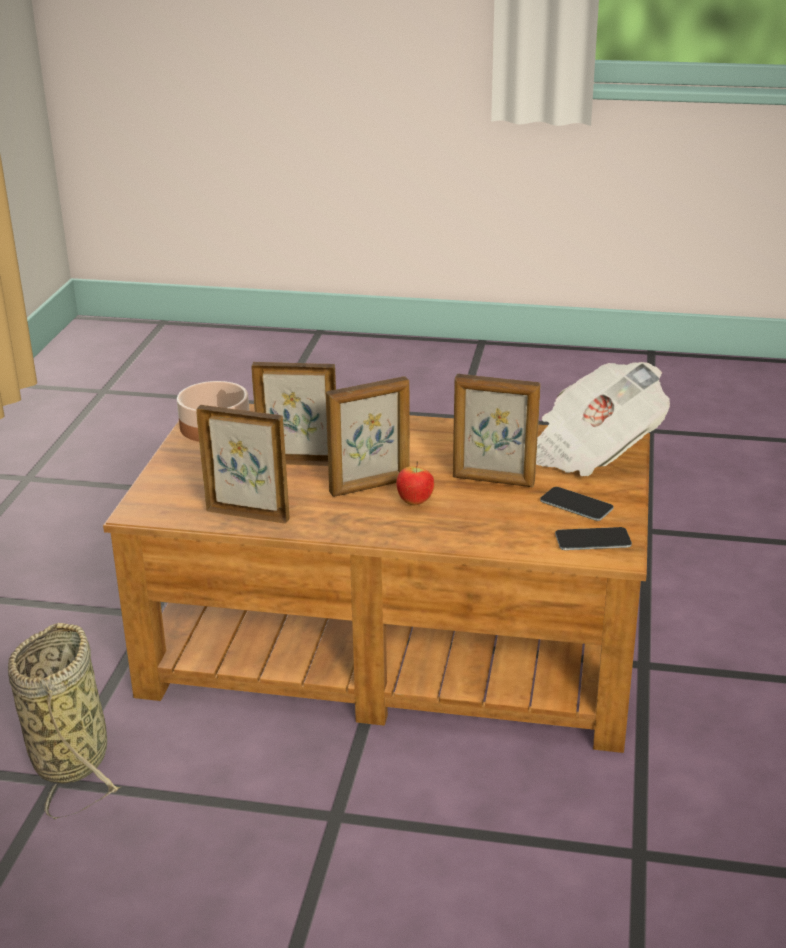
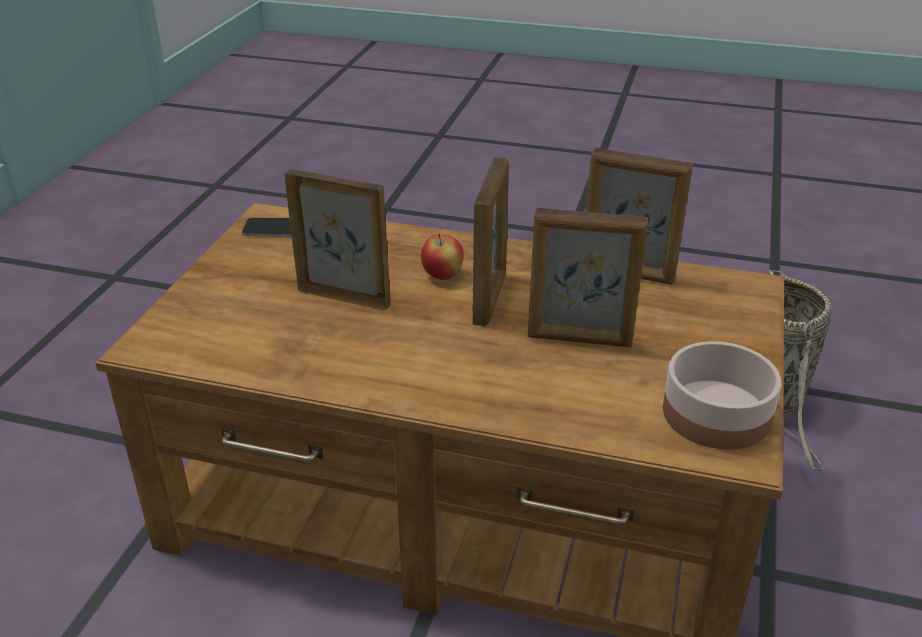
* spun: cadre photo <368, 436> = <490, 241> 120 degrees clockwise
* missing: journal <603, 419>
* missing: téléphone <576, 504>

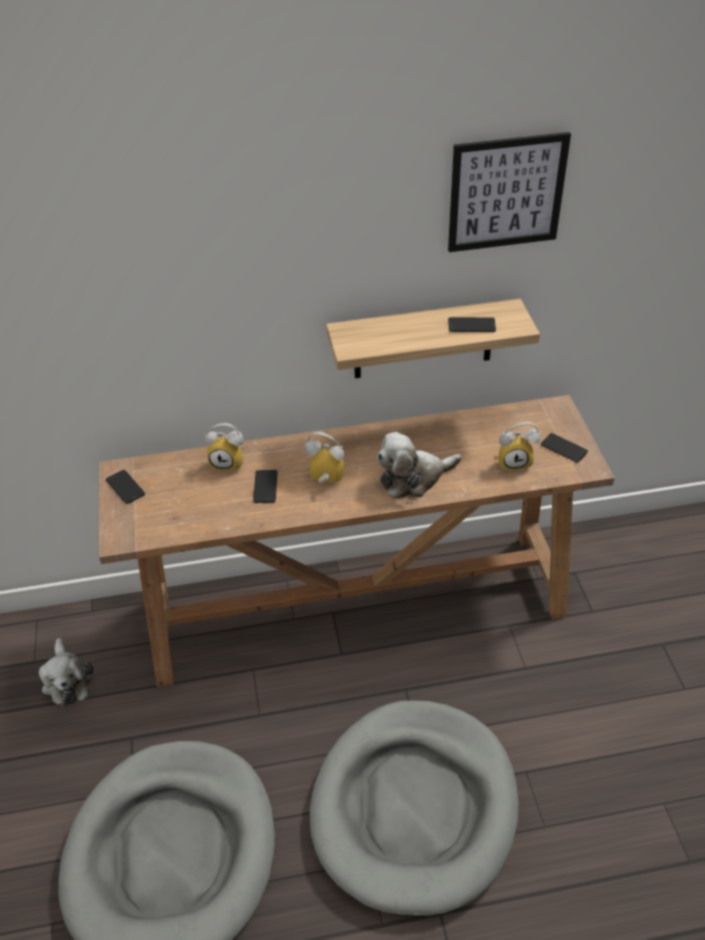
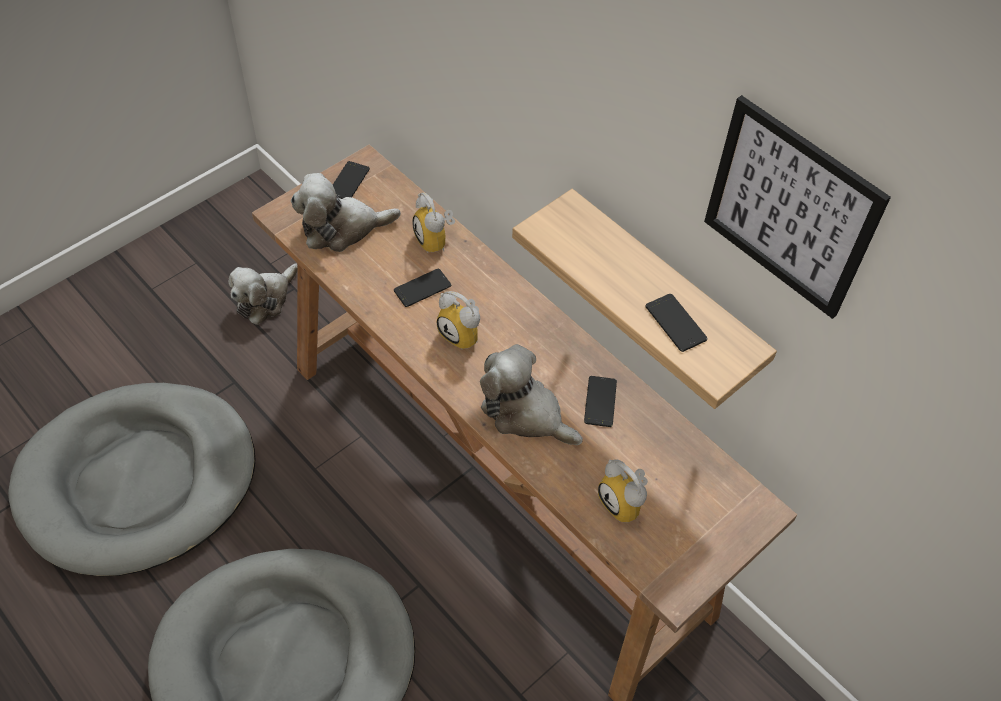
* appeared: peluche <346, 212>
* spun: réveil <324, 458> = <458, 320> 150 degrees clockwise
* relocated: téléphone <564, 448> to <600, 401>

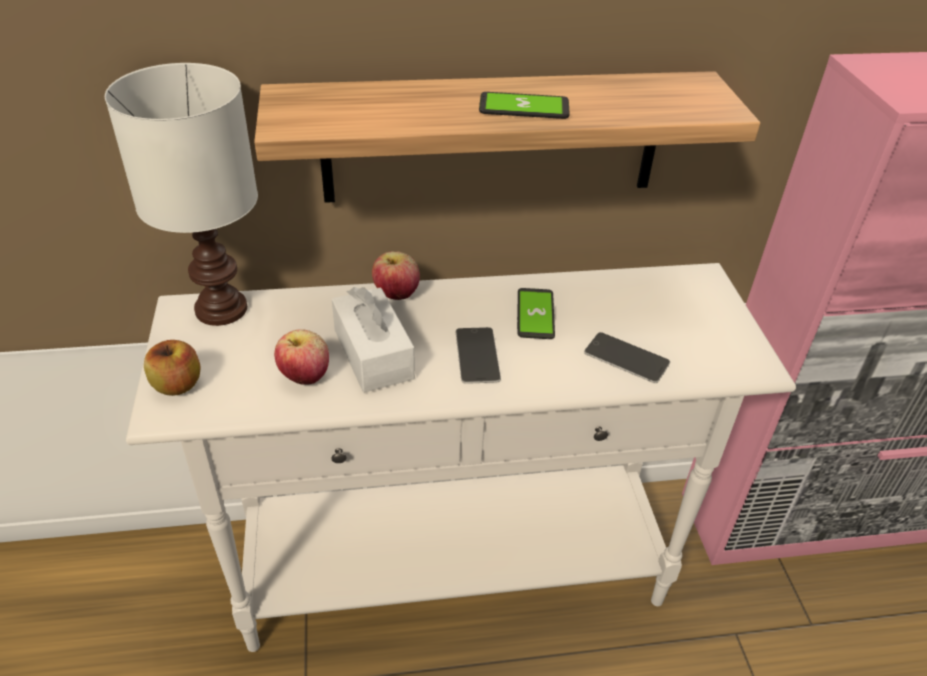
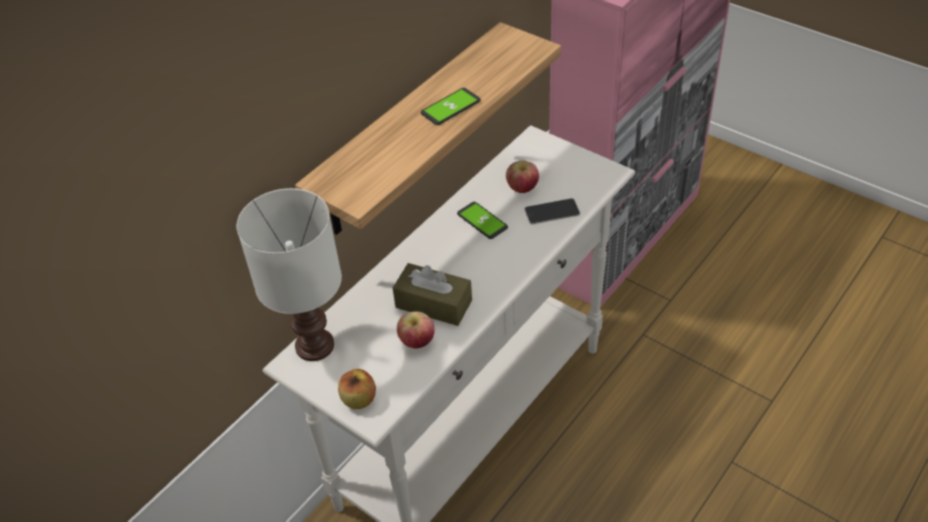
* colour: boîte à mouchoirs (blanc) <373, 340> to boîte à mouchoirs (marron) <432, 294>
* relocated: pomme <396, 275> to <522, 176>
* missing: téléphone <478, 355>

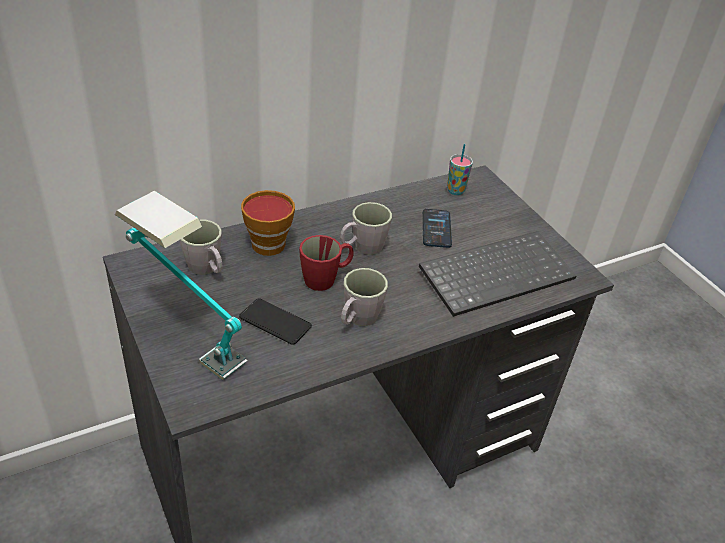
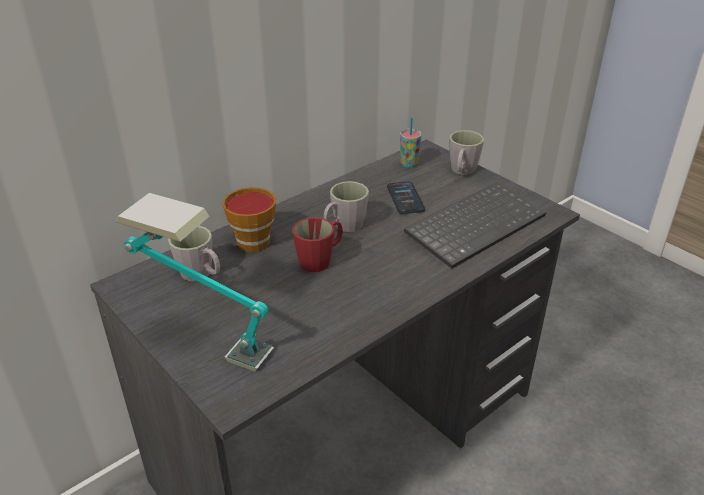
* relocated: mug (gris) <364, 297> to <467, 152>
* missing: téléphone <275, 321>

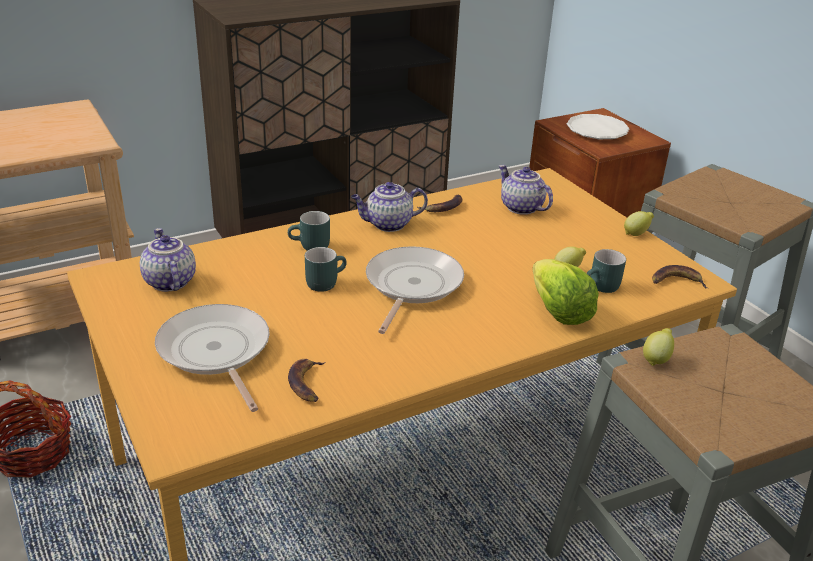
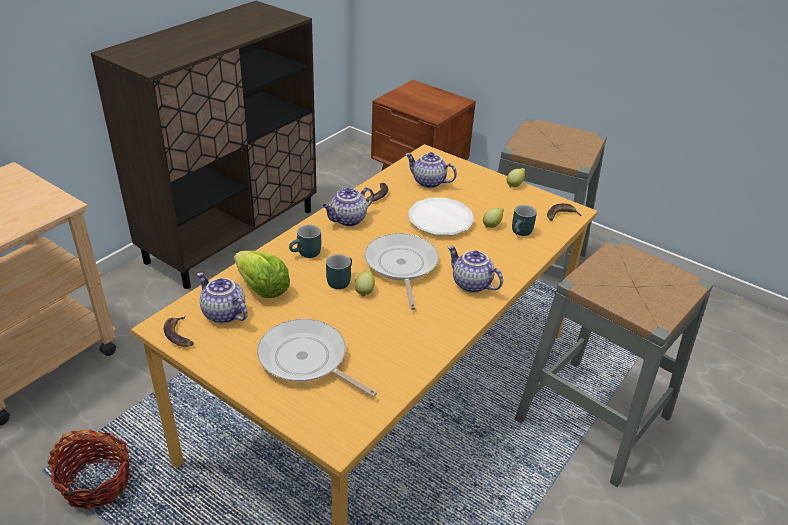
* relocated: banane <306, 380> to <179, 331>
* relocated: laitue <565, 292> to <262, 274>
* relocated: citron <658, 347> to <365, 282>
* relocated: assiette (blanc) <598, 126> to <441, 216>
* appeared: théière <475, 269>

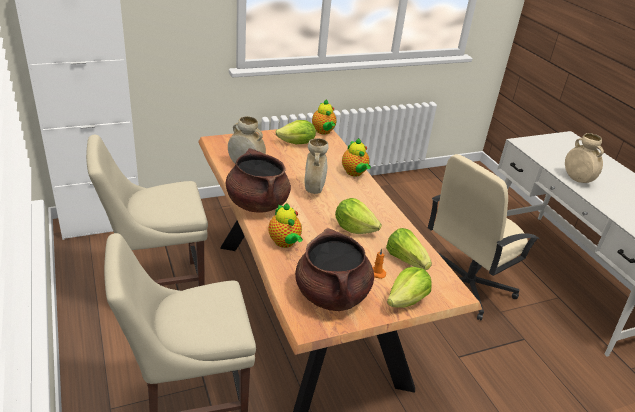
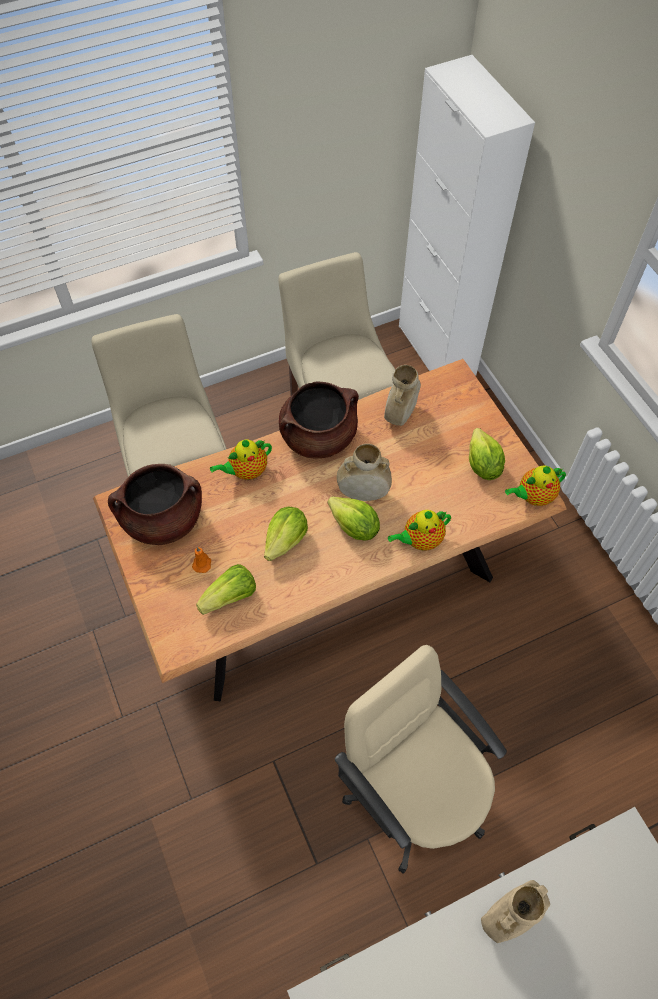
* relocated: laitue <409, 287> to <354, 518>

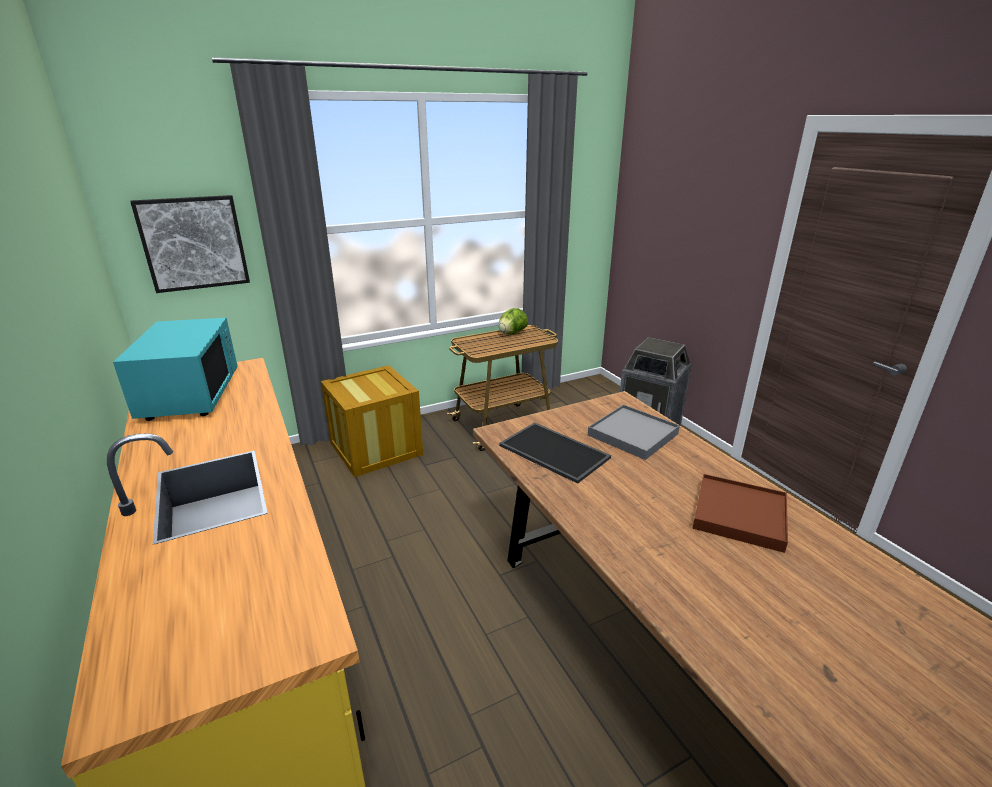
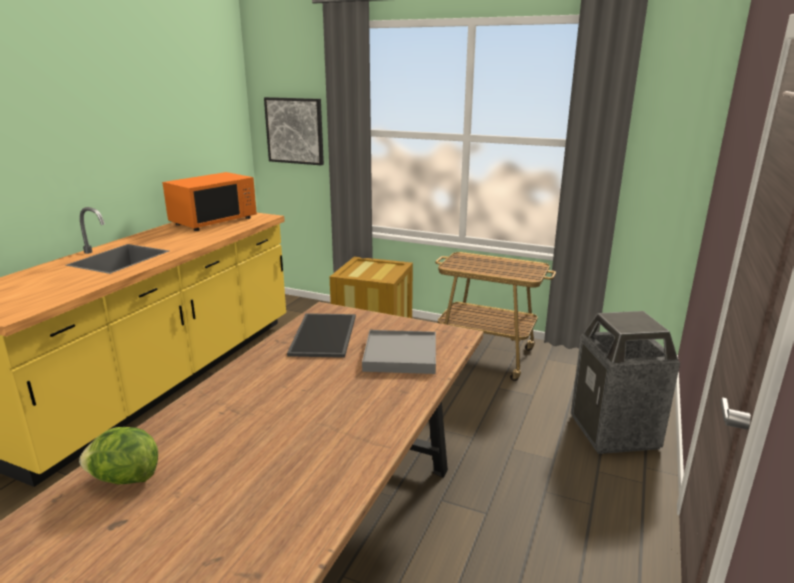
* relocated: laitue <513, 321> to <118, 455>
* colour: micro-ondes (turquoise) <175, 369> to micro-ondes (orange) <209, 201>
* missing: plateau (marron) <740, 513>

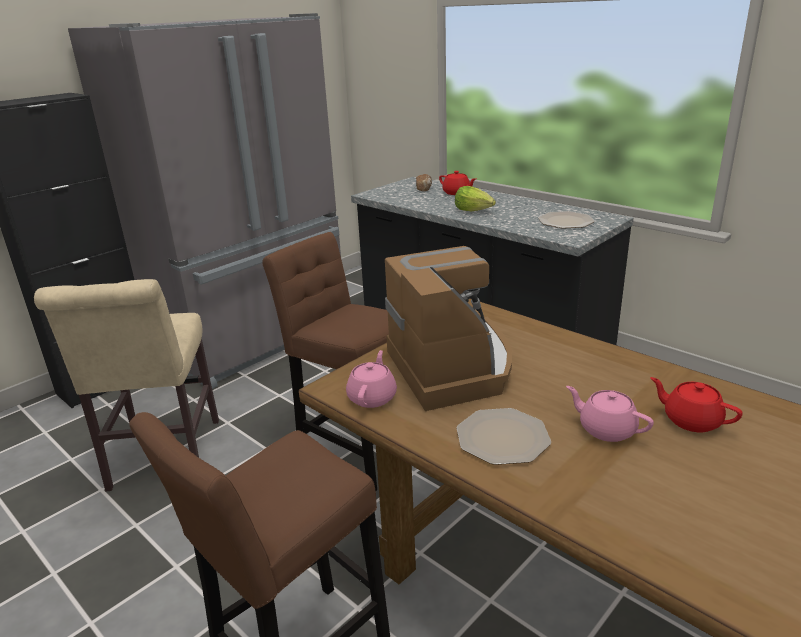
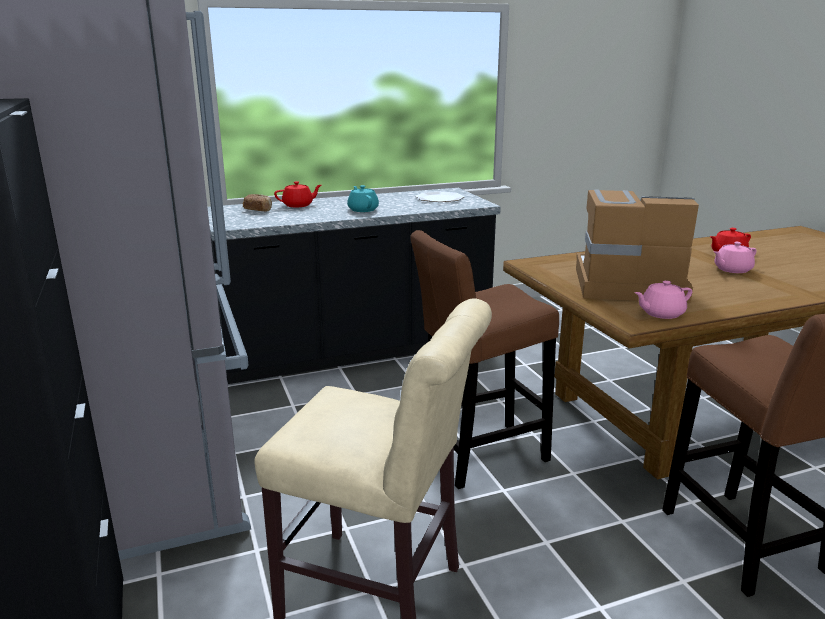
* exchanged: laitue <475, 198> to théière (turquoise) <363, 198>
* spun: théière (rose) <371, 379> = <663, 299> 60 degrees counterclockwise
* missing: assiette <503, 436>

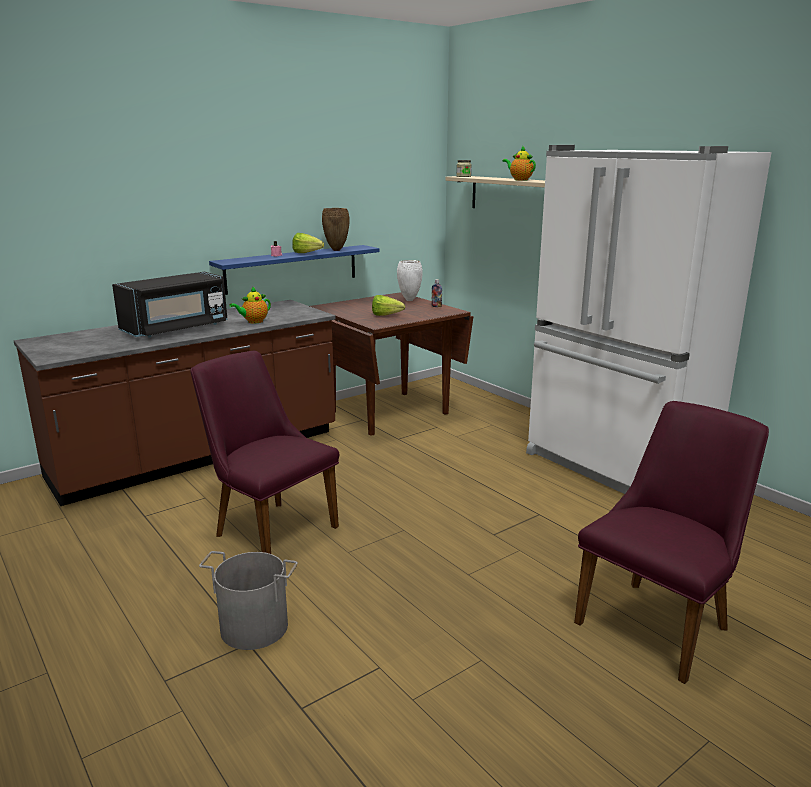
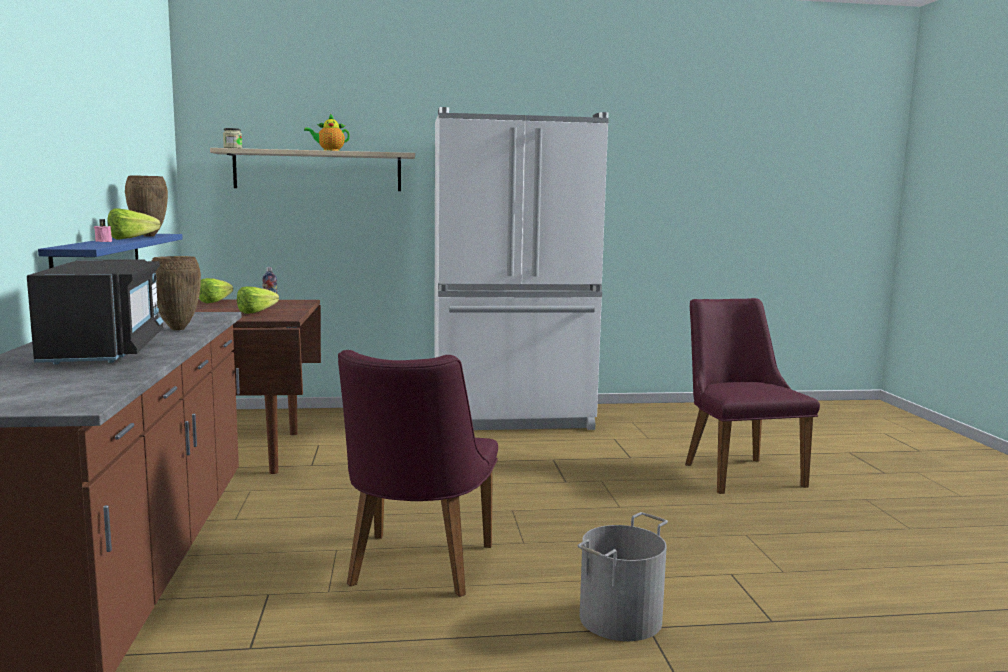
* exchanged: théière <250, 304> to vase (marron) <176, 293>
* exchanged: vase (blanc) <410, 280> to laitue <216, 291>
* spun: chaise (violet) <264, 452> = <418, 473> 60 degrees counterclockwise

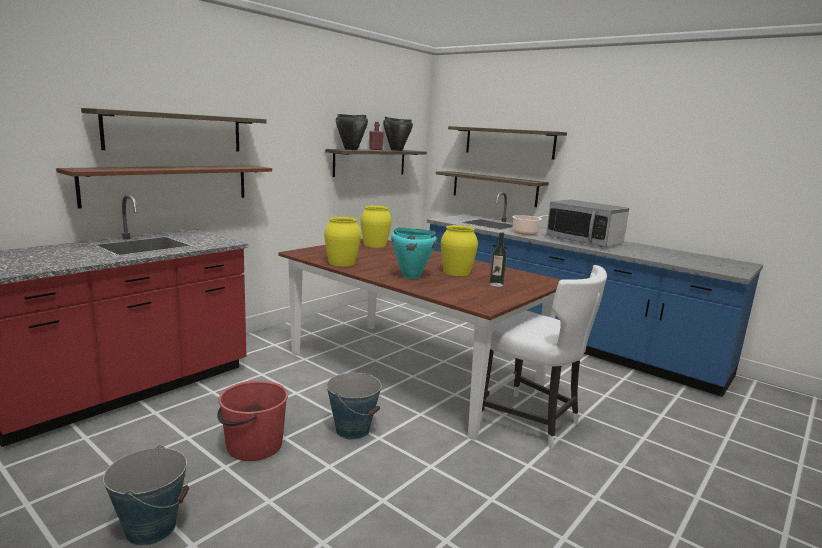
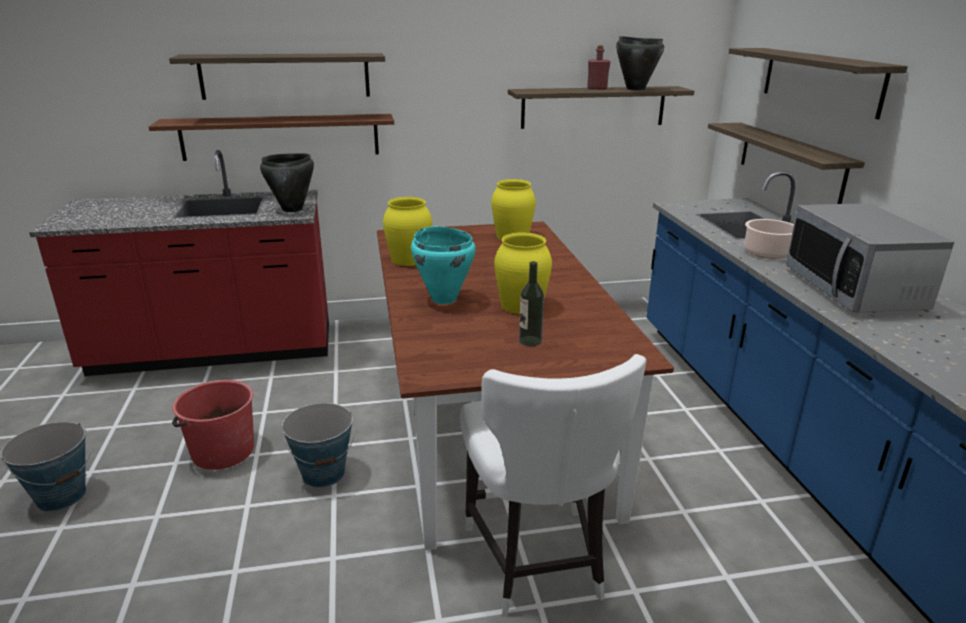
* relocated: marmite (noir) <352, 132> to <287, 182>

